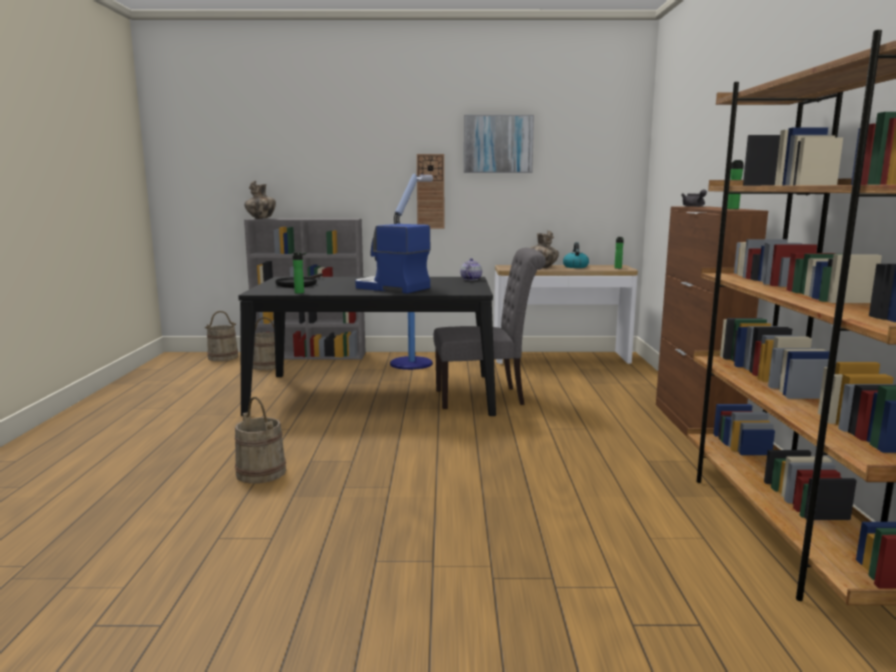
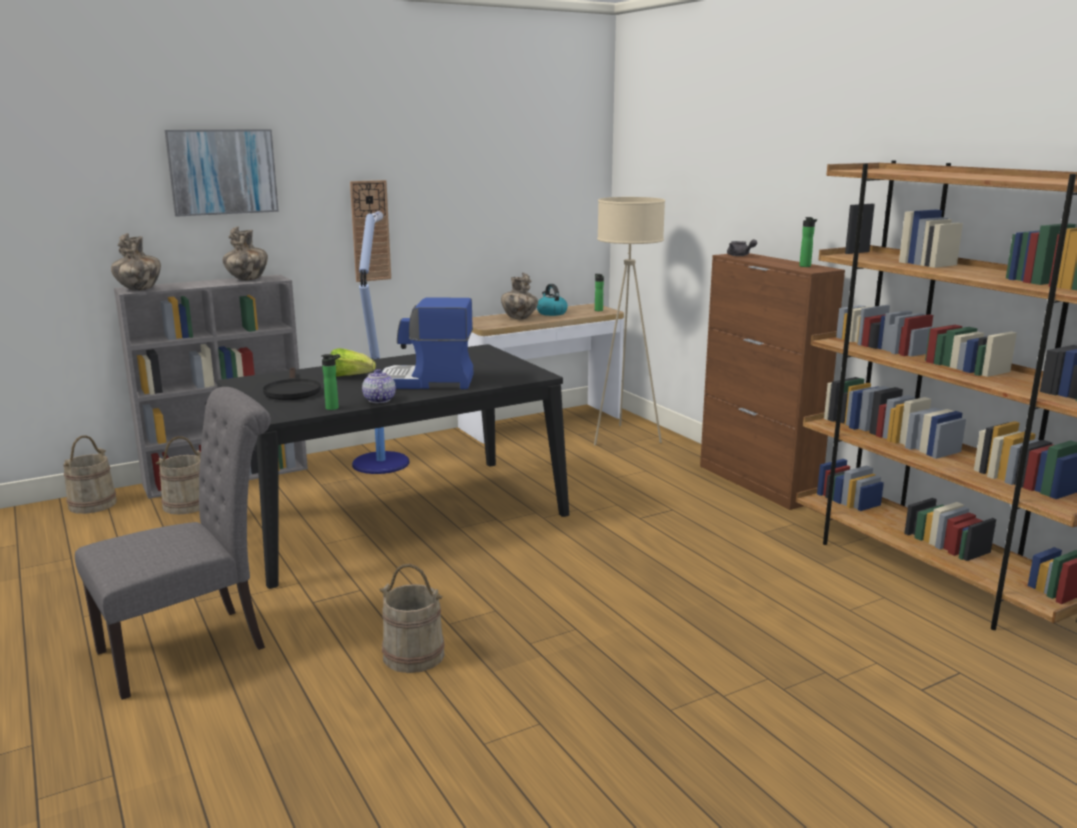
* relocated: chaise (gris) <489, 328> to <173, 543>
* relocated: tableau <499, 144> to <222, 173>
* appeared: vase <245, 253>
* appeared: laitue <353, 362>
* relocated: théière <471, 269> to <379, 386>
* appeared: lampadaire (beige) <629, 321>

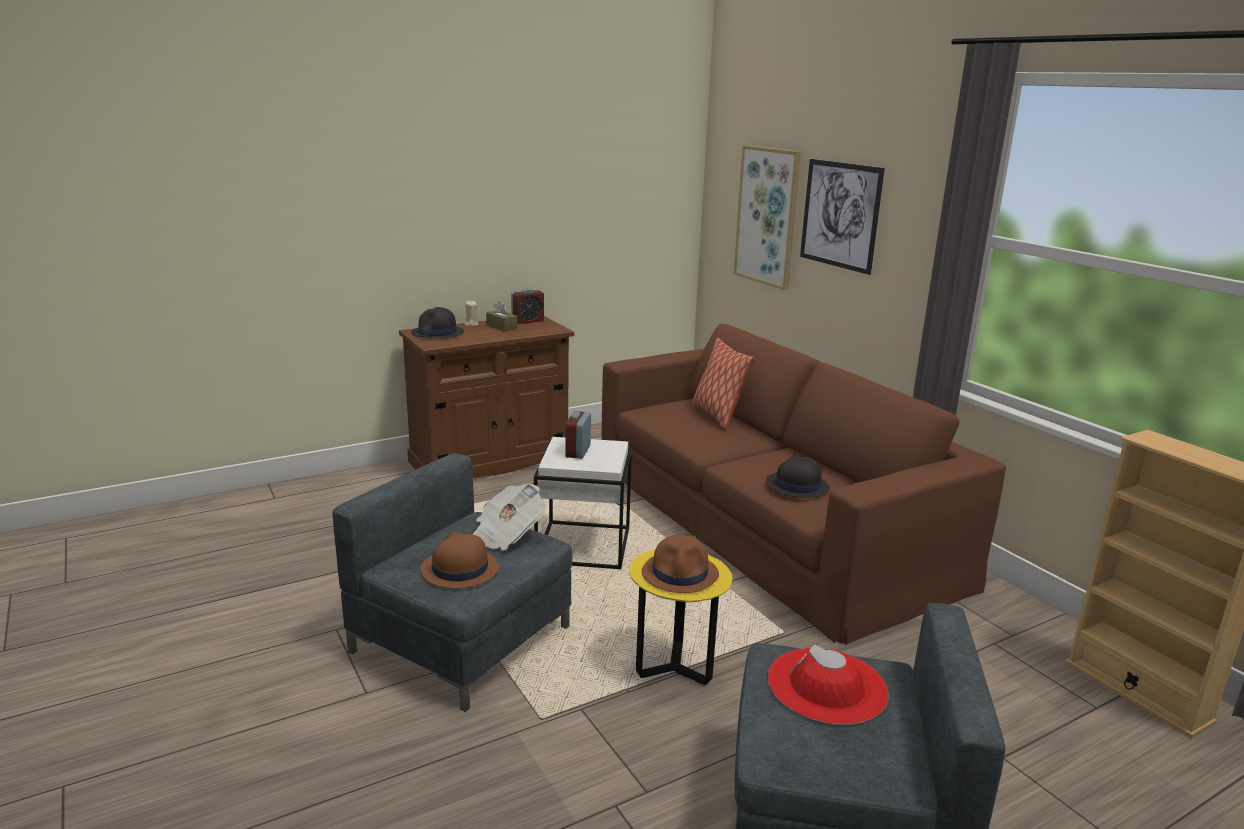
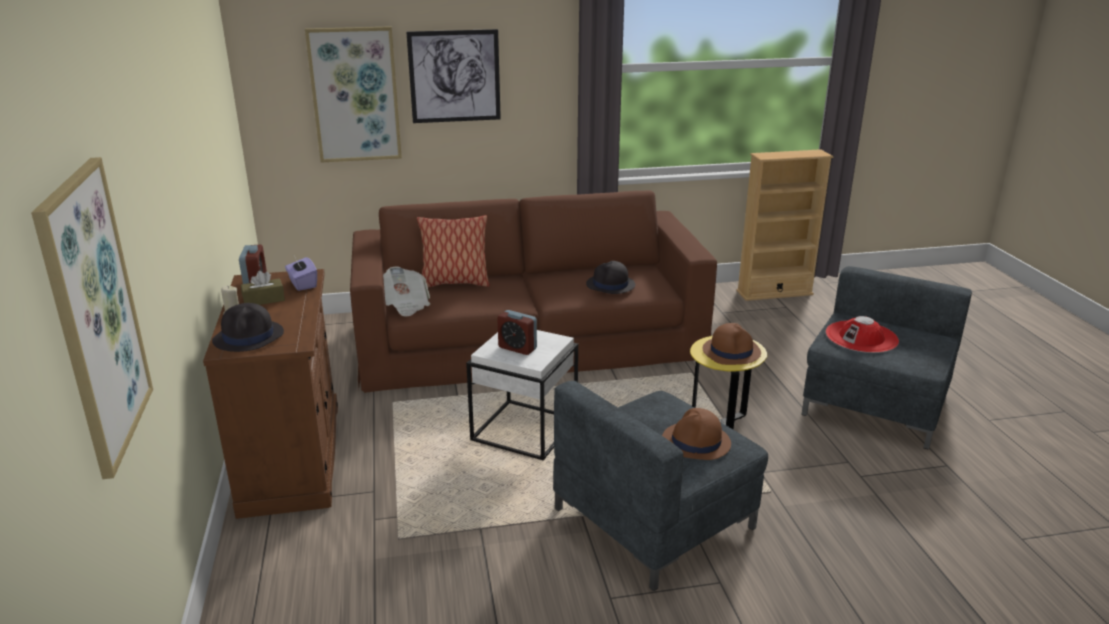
* appeared: tableau <92, 318>
* appeared: boîte à mouchoirs (violet) <301, 273>
* relocated: journal <509, 517> to <406, 291>

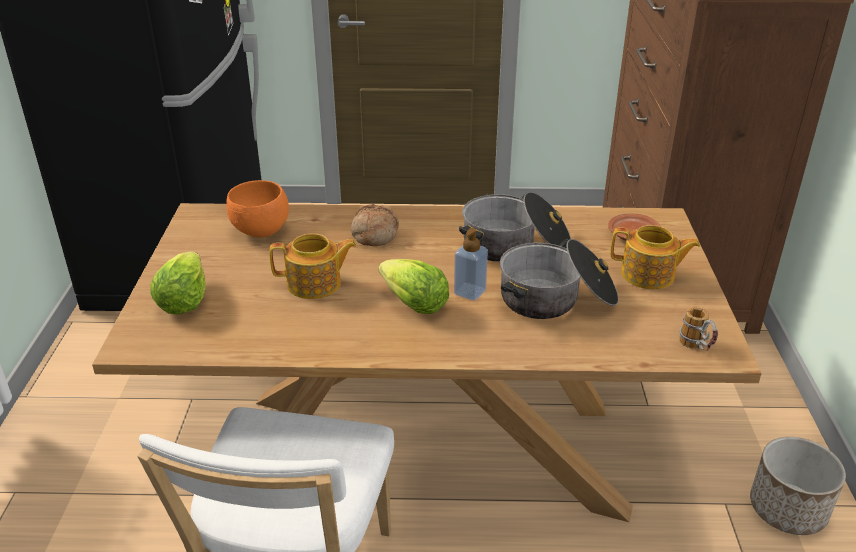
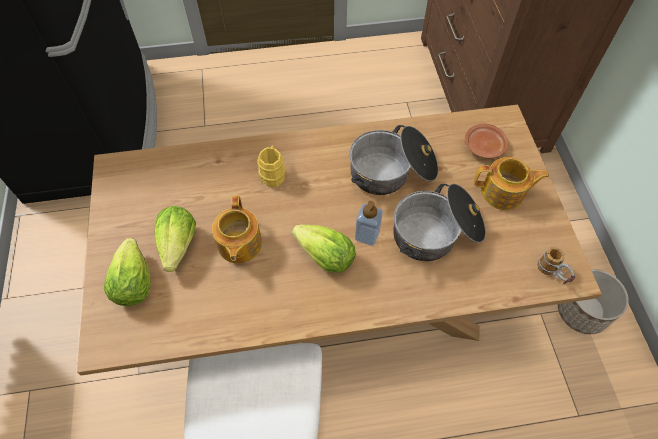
* appeared: laitue <175, 239>
* spun: théière <313, 266> = <237, 229> 105 degrees clockwise
* exchanged: pain <375, 225> to mug (jaune) <271, 166>
* missing: bol (orange) <257, 209>

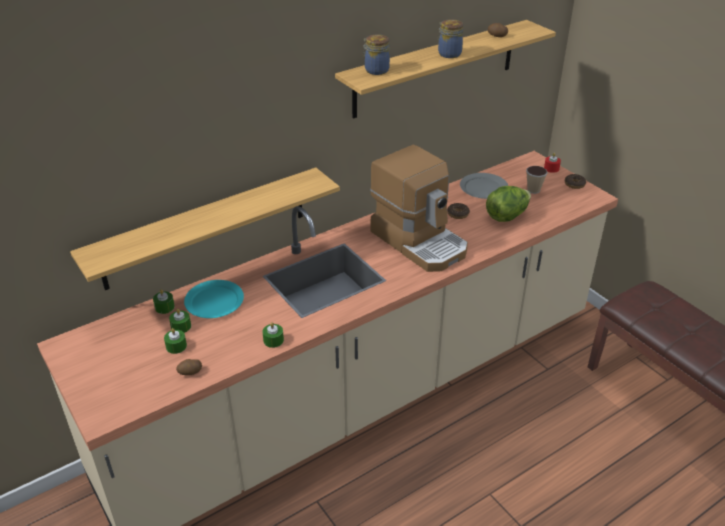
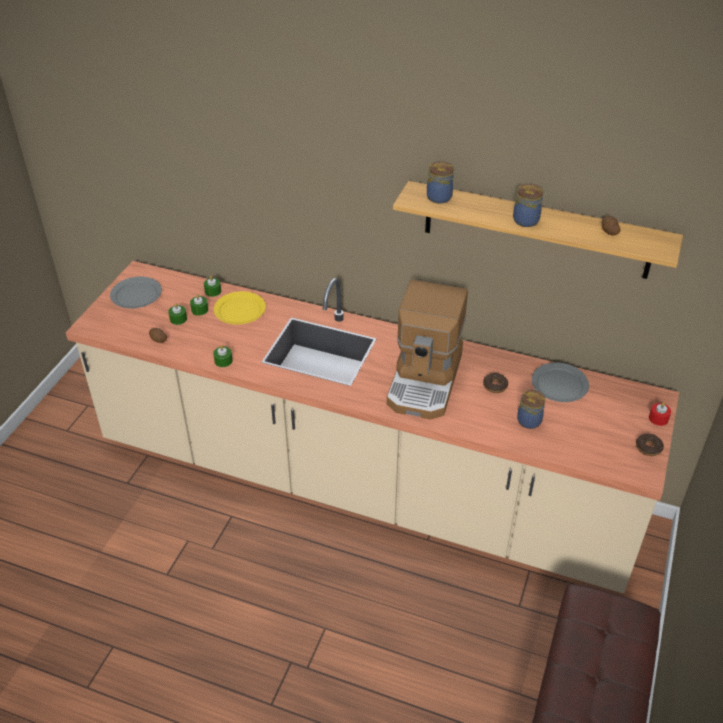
* appeared: assiette (gris) <136, 293>
* colour: assiette (turquoise) <214, 299> to assiette (jaune) <240, 308>
* exchanged: laitue <508, 204> to bocal <531, 409>
* missing: étagère <205, 228>
* missing: tasse <537, 180>

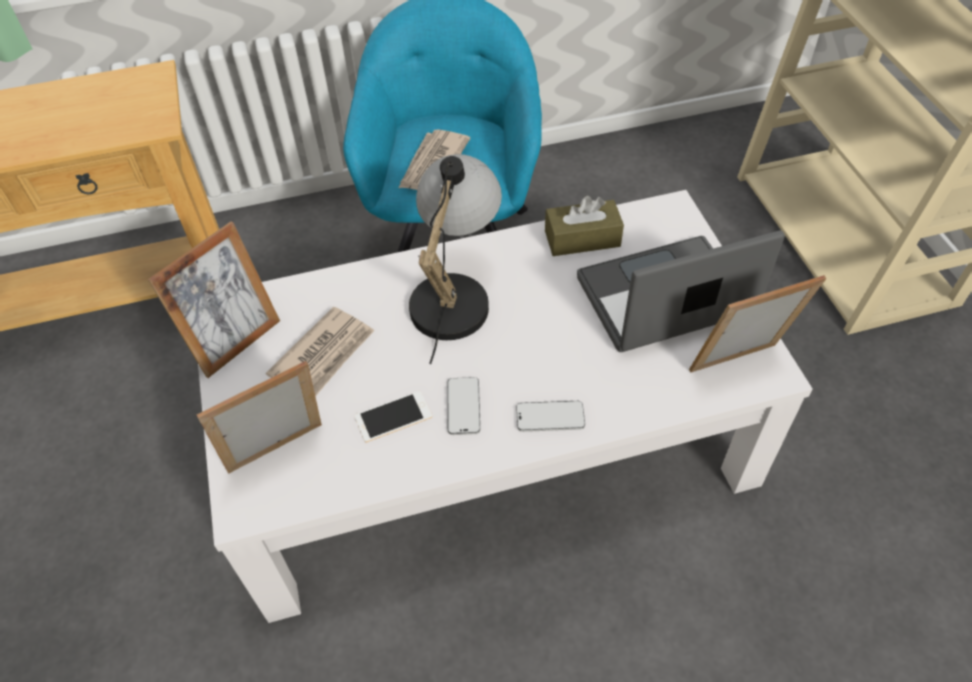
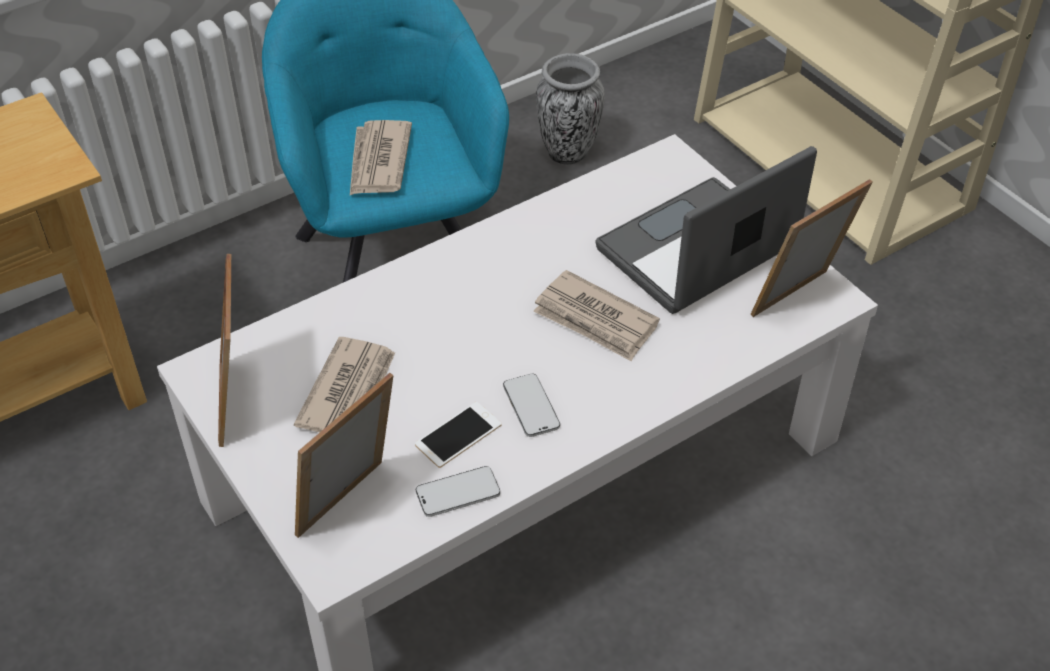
* spun: cadre photo <214, 299> = <224, 350> 150 degrees clockwise
* relocated: téléphone <550, 416> to <458, 491>
* appeared: journal <596, 315>
* appeared: vase <570, 109>
* missing: lampe de table <455, 259>
* missing: boîte à mouchoirs (marron) <584, 226>

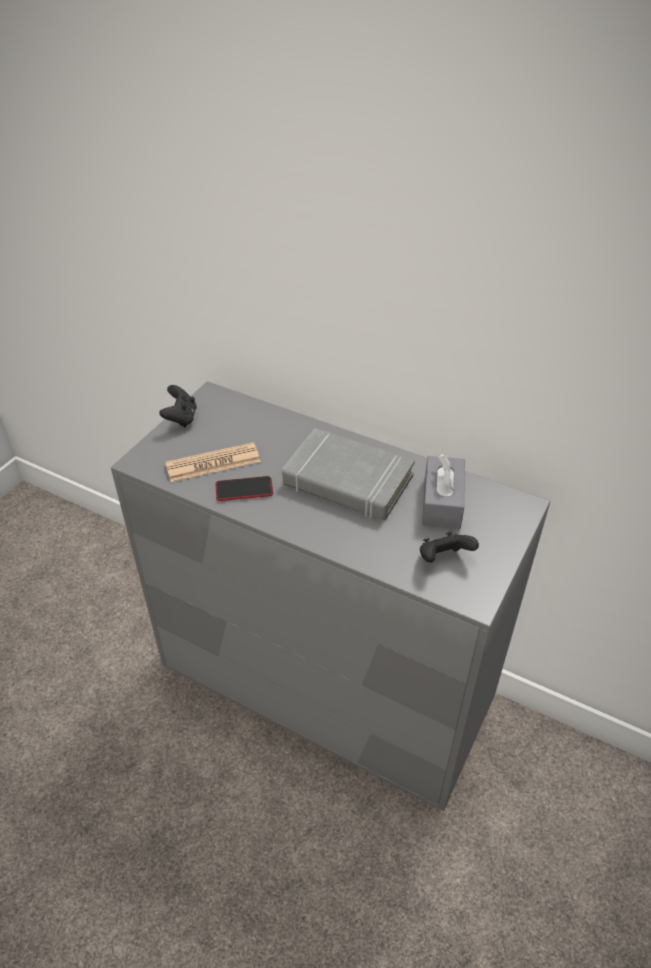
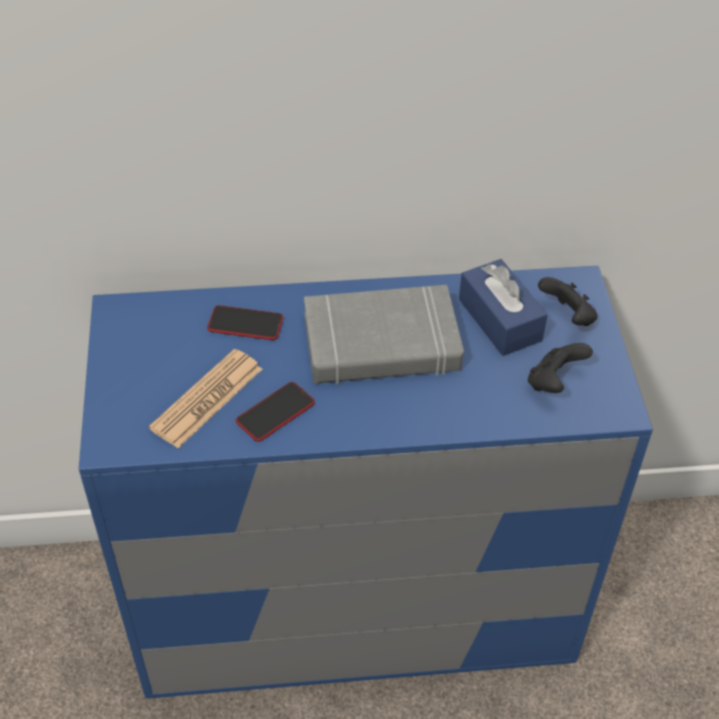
* colour: commode (gris) <330, 596> to commode (bleu) <366, 482>
* appeared: téléphone <245, 322>
* colour: boîte à mouchoirs (gris) <443, 491> to boîte à mouchoirs (bleu) <503, 307>
* relocated: manette (noir) <178, 406> to <568, 301>

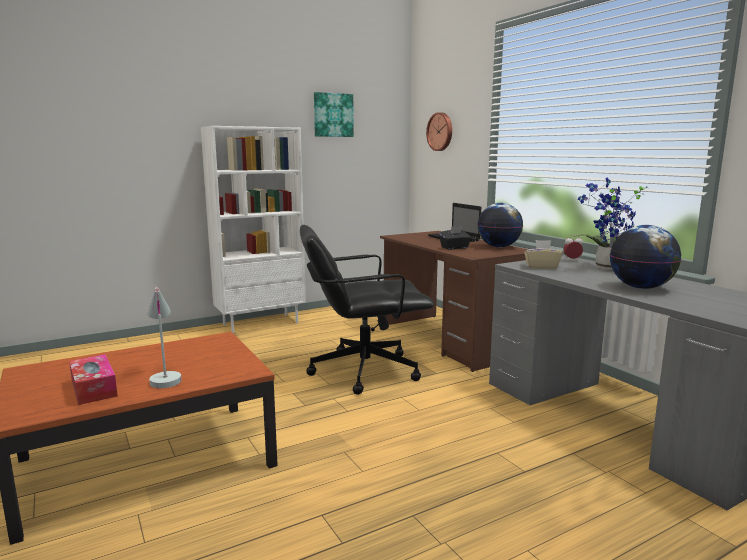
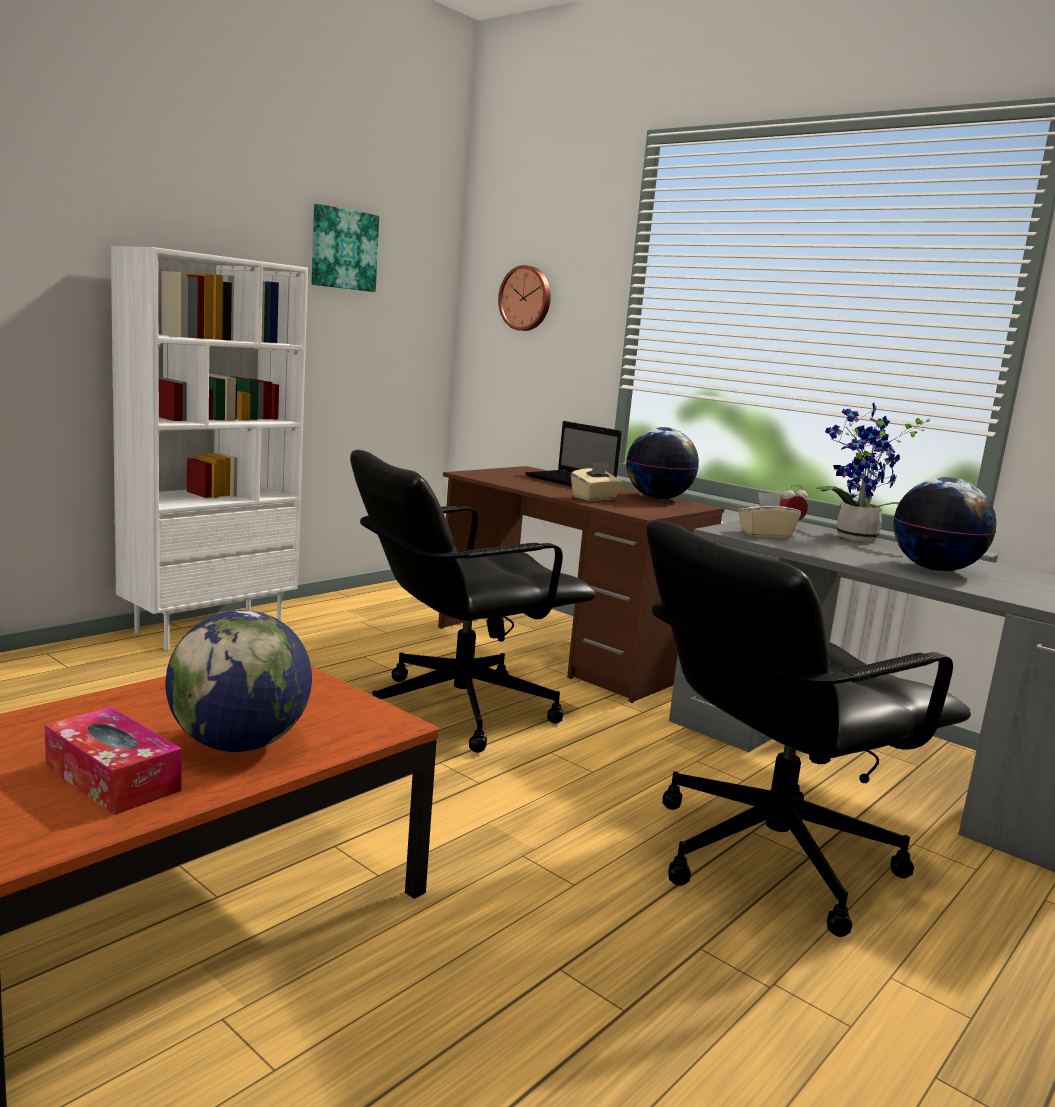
* exchanged: lampe de table (blanc) <164, 337> to globe <238, 681>
* colour: boîte à mouchoirs (noir) <455, 237> to boîte à mouchoirs (beige) <597, 482>
* appeared: chaise de bureau (noir) <808, 728>

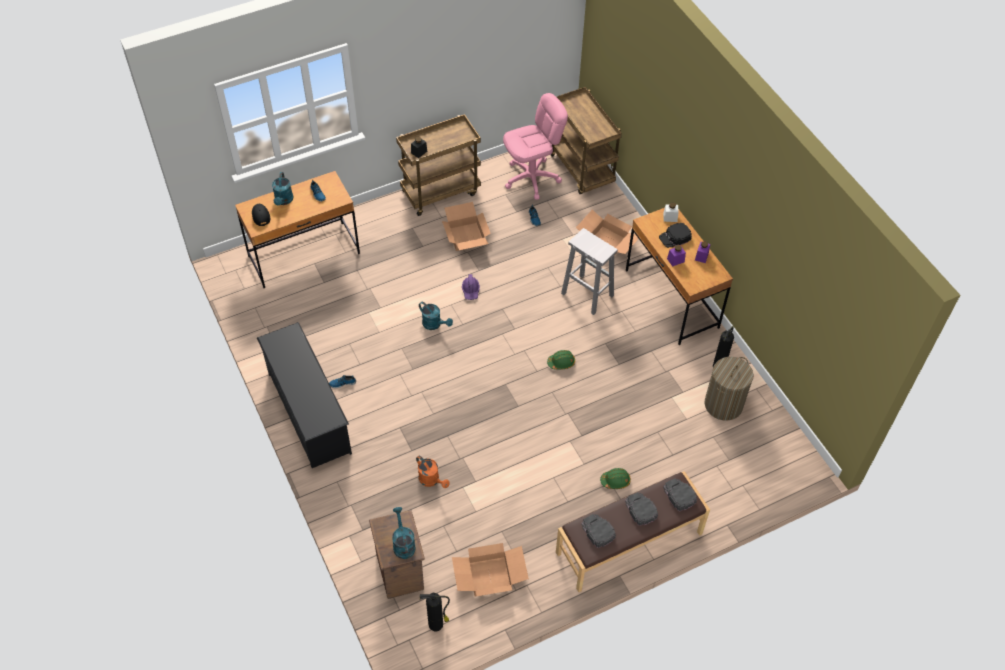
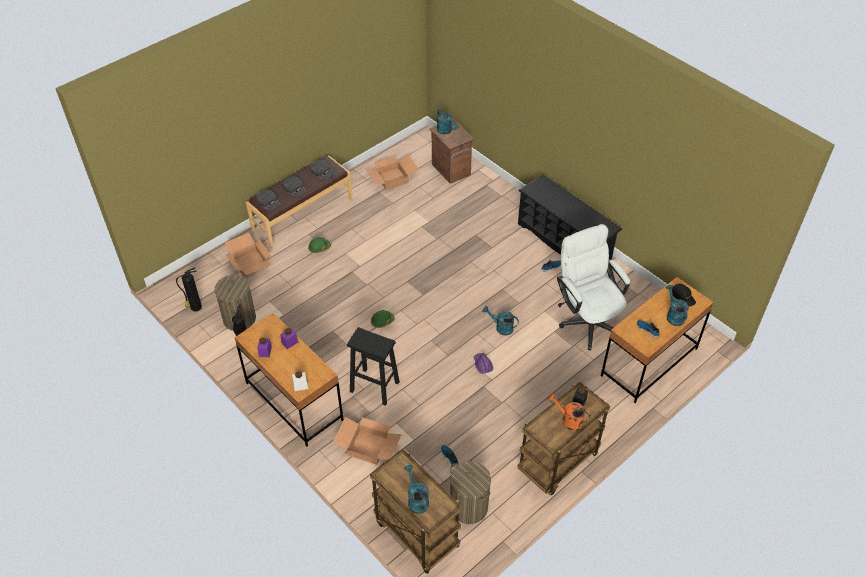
* relocated: extincteur <435, 612> to <189, 289>
* relocated: carton <466, 226> to <248, 255>
* colour: tabouret (blanc) <589, 271> to tabouret (noir) <373, 366>
* appeared: arrosoir (turquoise) <416, 489>
* exchanged: chaise de bureau (rose) <535, 146> to panier à linge <470, 492>
* relocated: arrosoir (orange) <433, 472> to <569, 412>
* appeared: chaise de bureau (blanc) <593, 287>
* missing: casquette (noir) <675, 235>

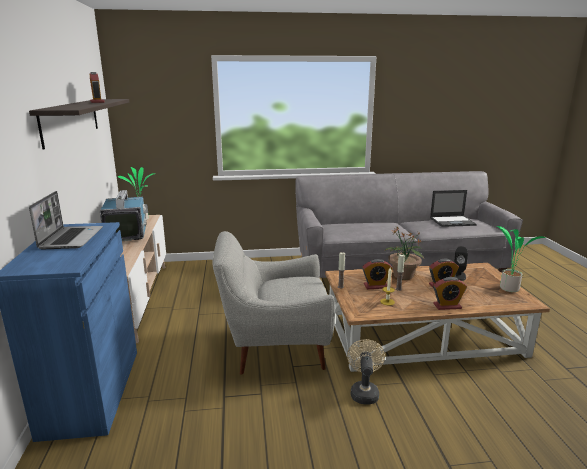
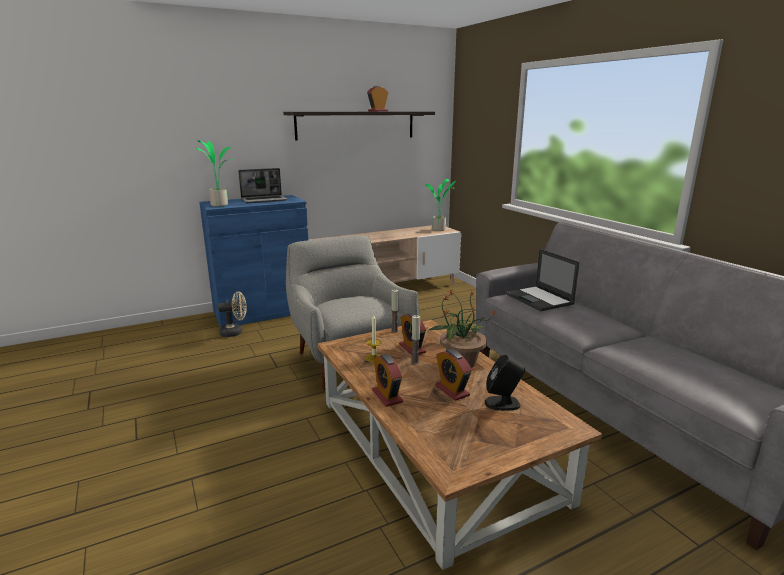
* relocated: plante en pot <521, 259> to <215, 173>
* relocated: ventilateur (beige) <366, 372> to <232, 314>
* relocated: ordinateur portable <453, 208> to <542, 280>
* missing: téléviseur <124, 215>

